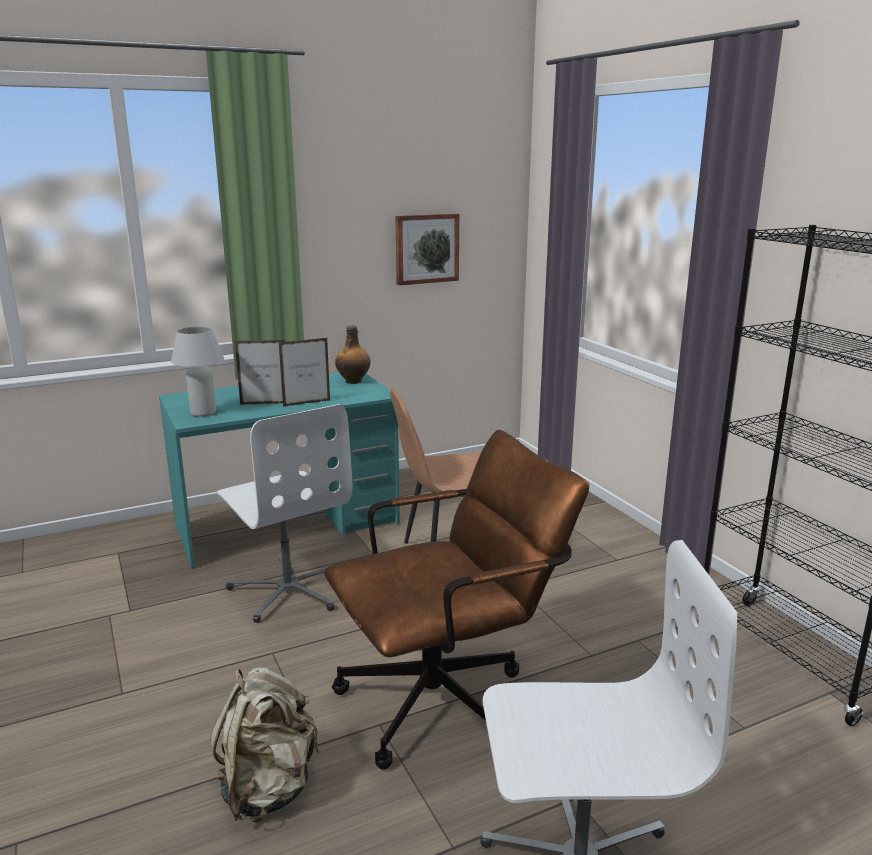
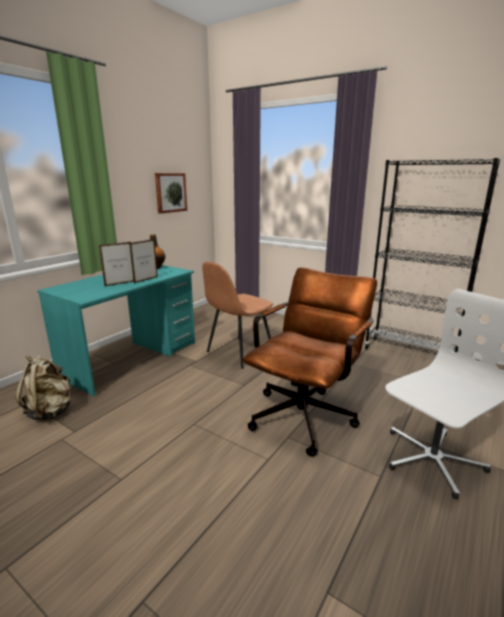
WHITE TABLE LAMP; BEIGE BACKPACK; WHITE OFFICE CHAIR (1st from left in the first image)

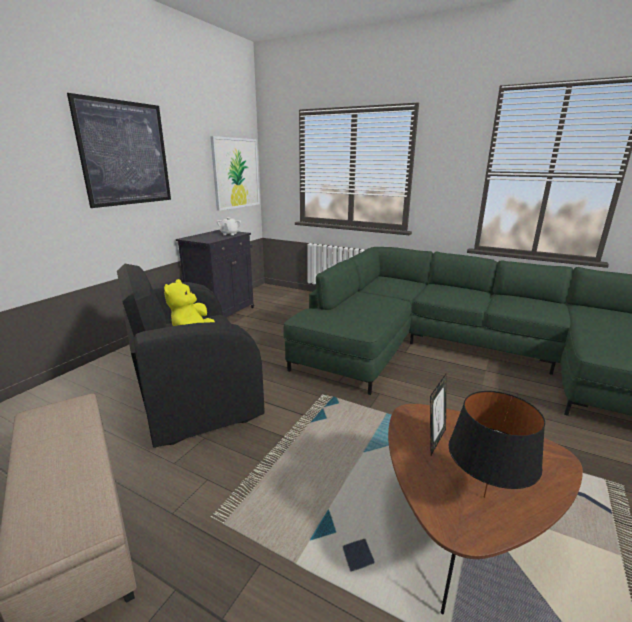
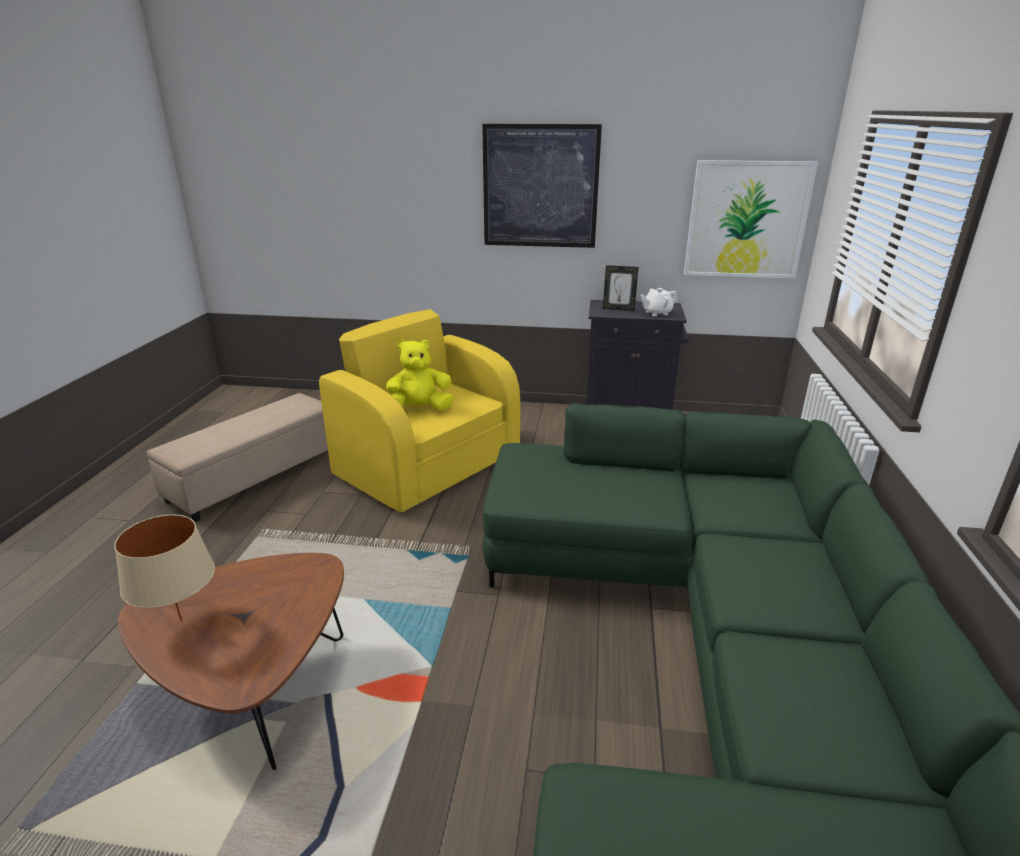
YELLOW ARMCHAIR; PICTURE FRAME; BEIGE TABLE LAMP

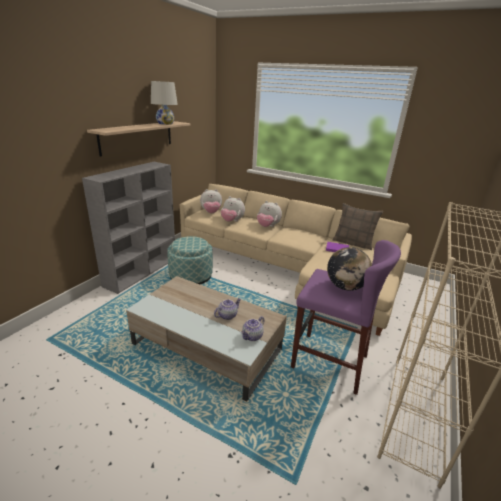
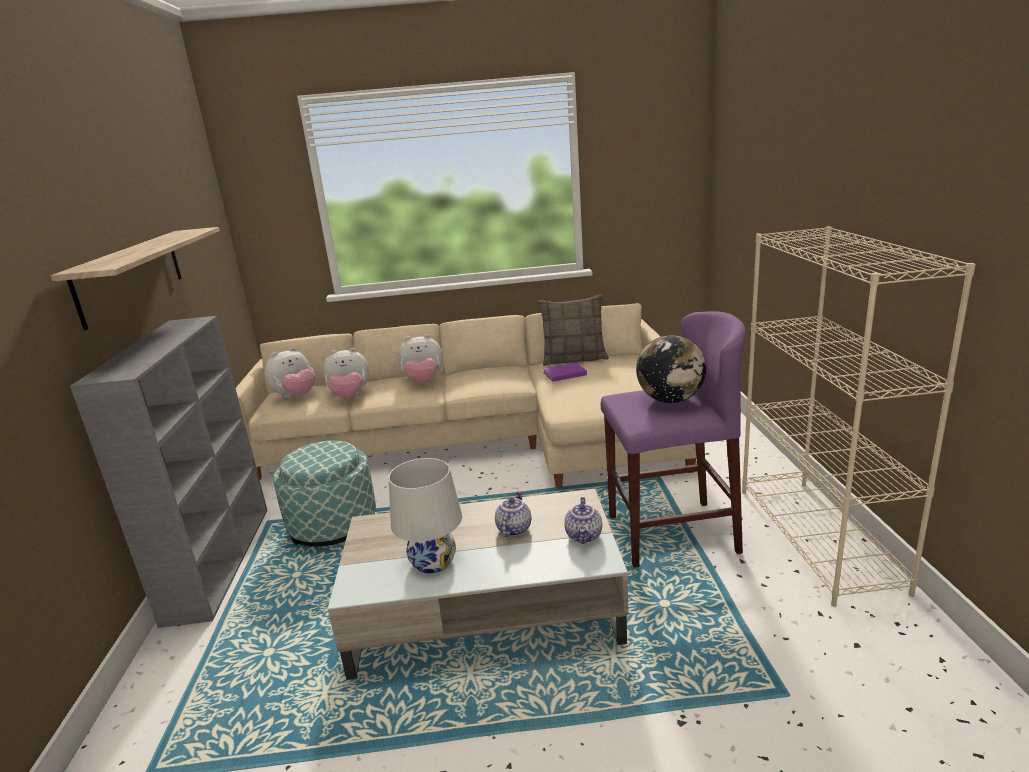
WHITE TABLE LAMP

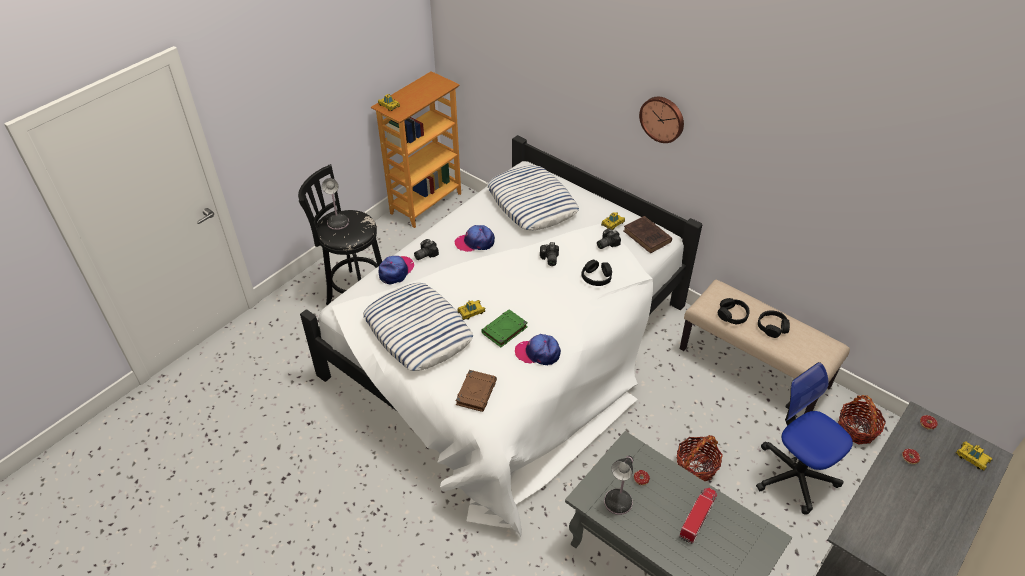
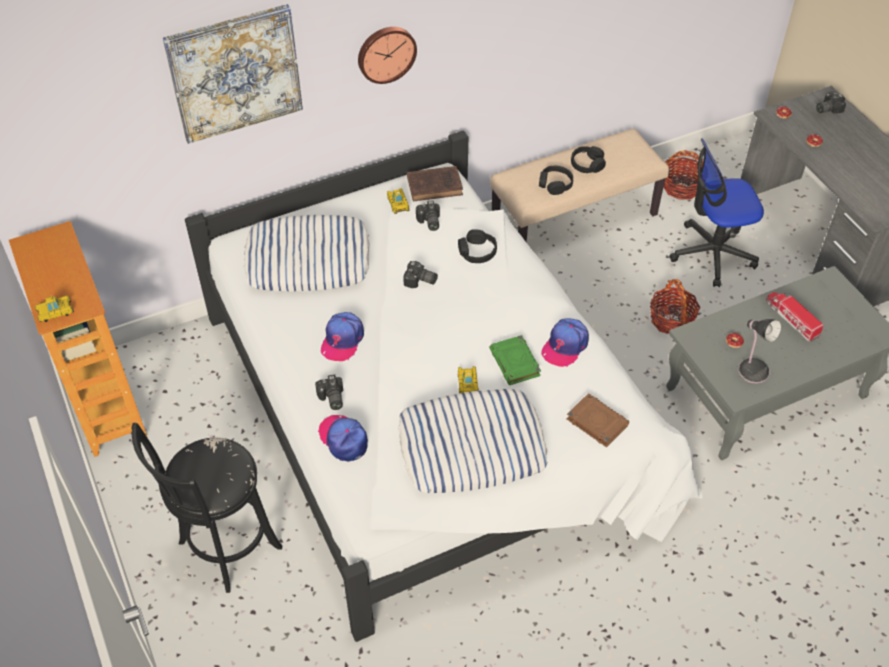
TABLE LAMP (1st from left in the first image); PHOTO CAMERA (4th from left); PICTURE

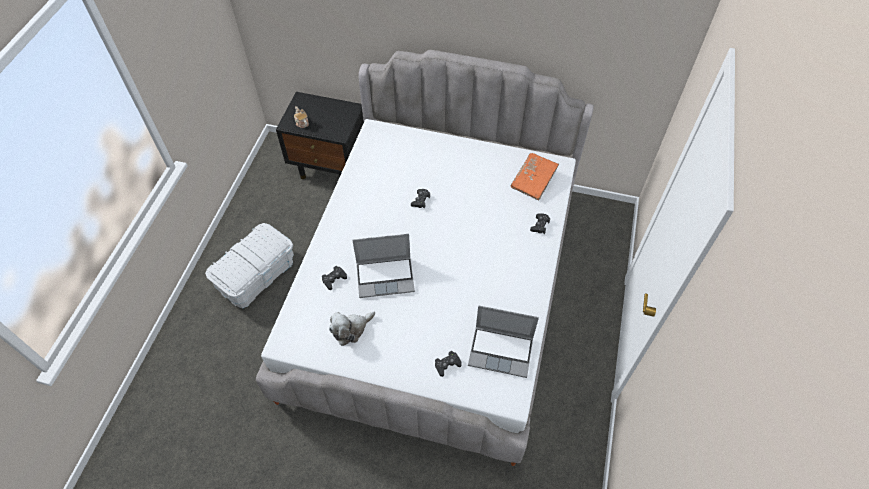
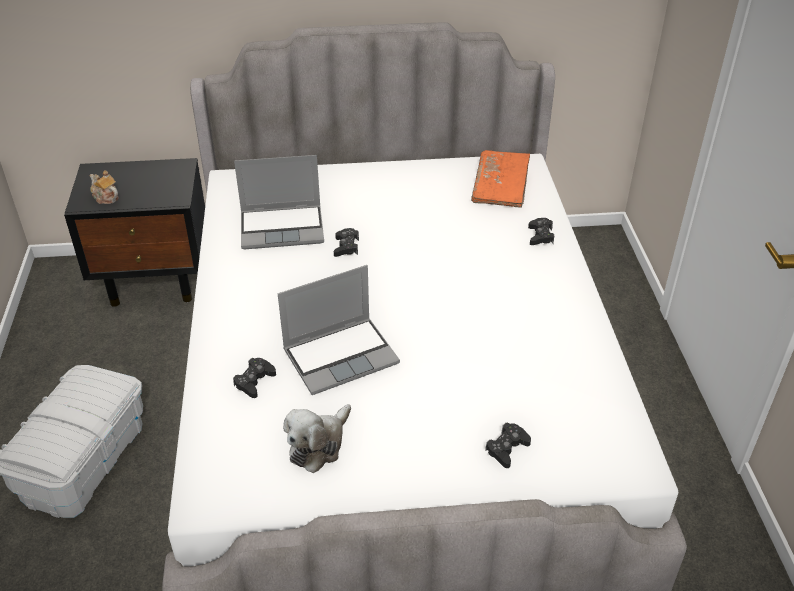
LAPTOP (1st from left)

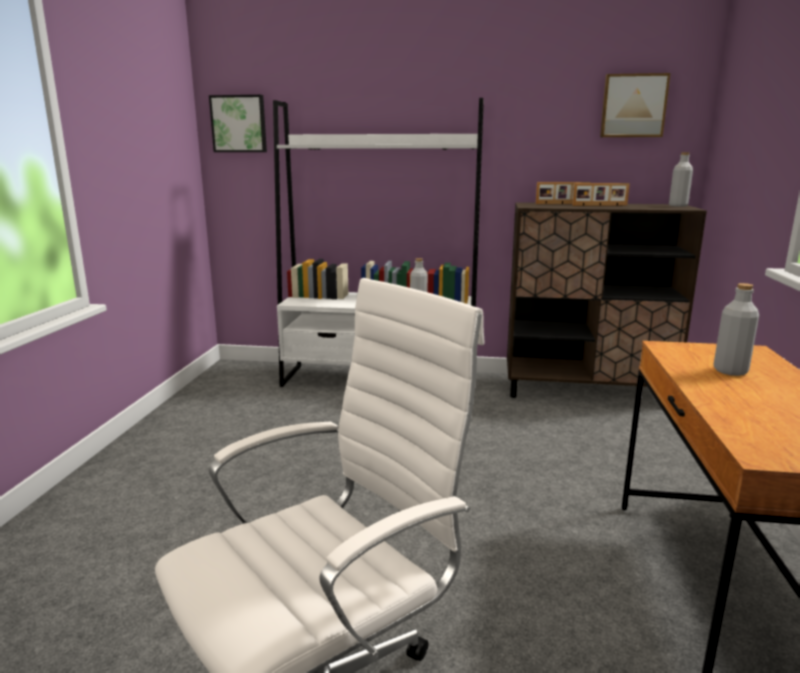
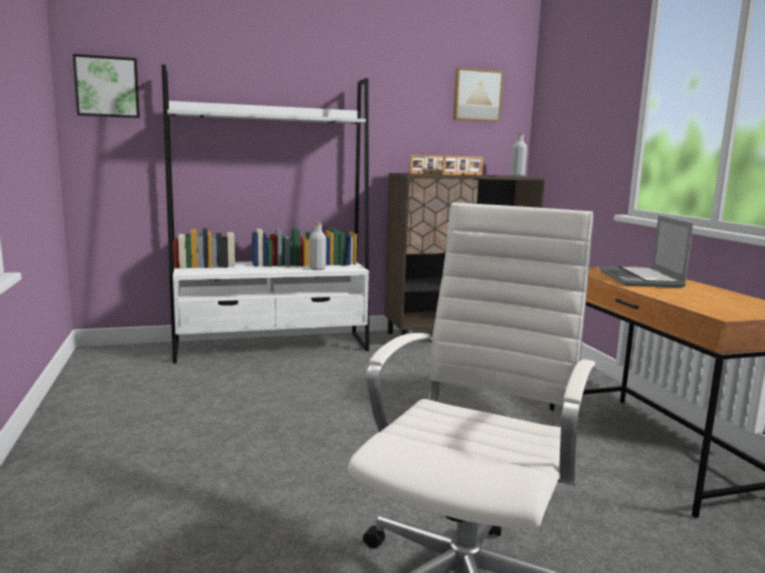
LAPTOP

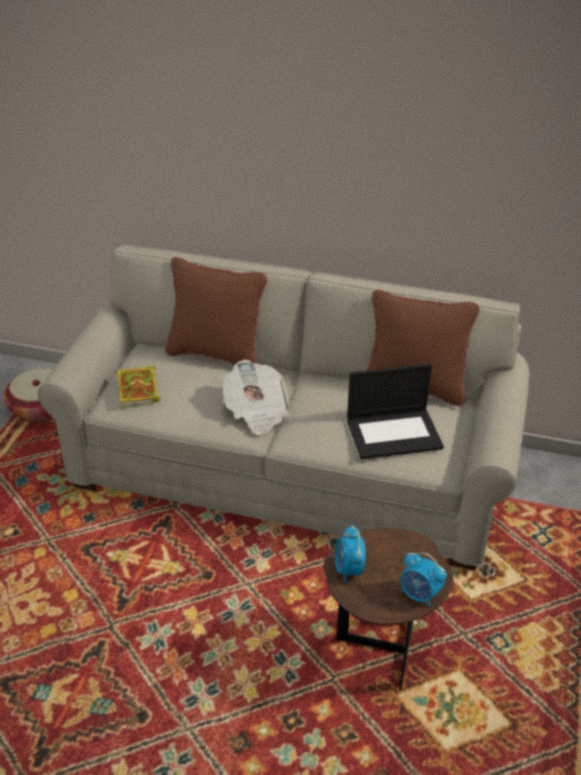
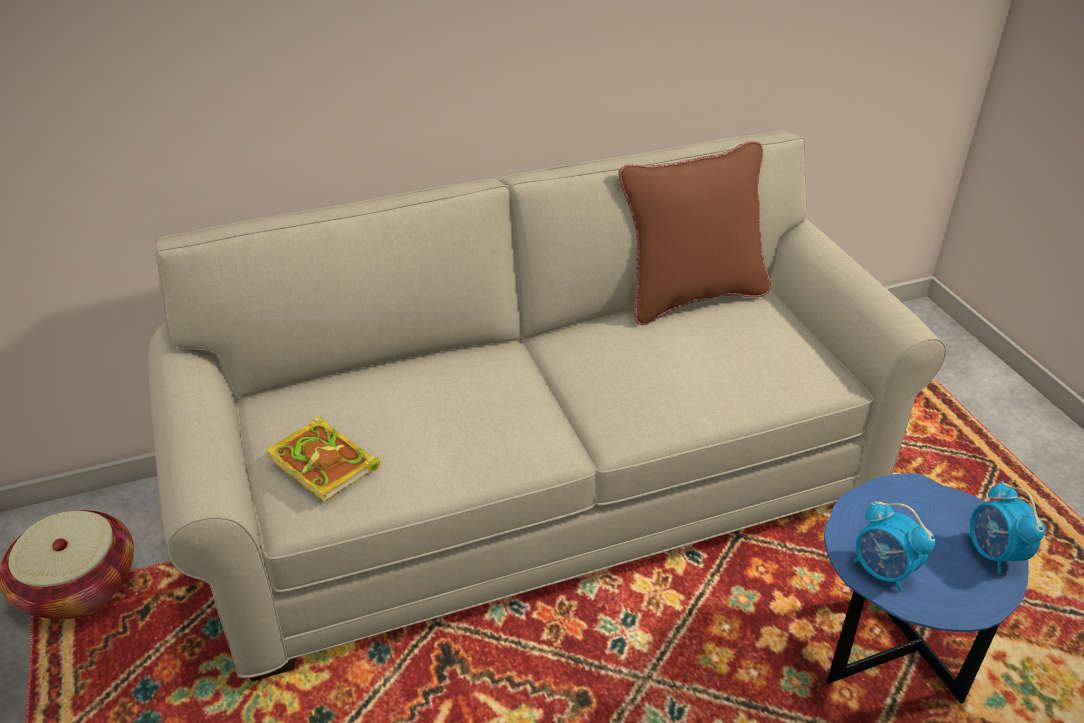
BROWN PILLOW (1st from left in the first image); NEWSPAPER; BLUE SIDE TABLE; LAPTOP; ALARM CLOCK (2nd from left)

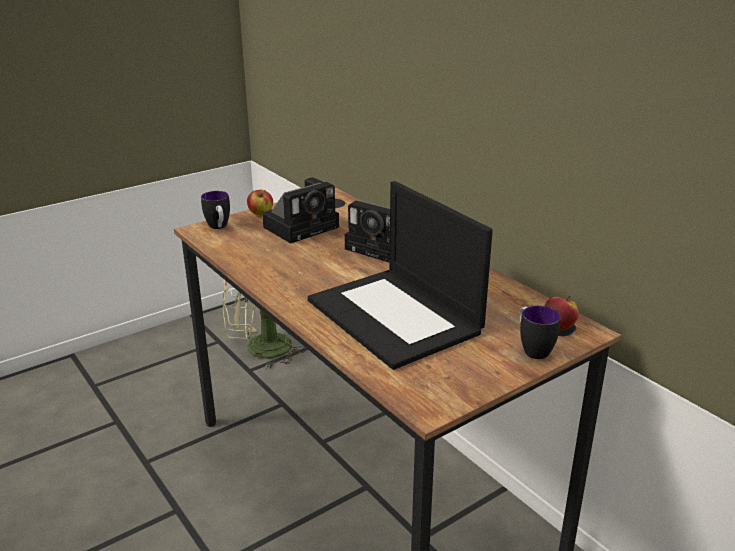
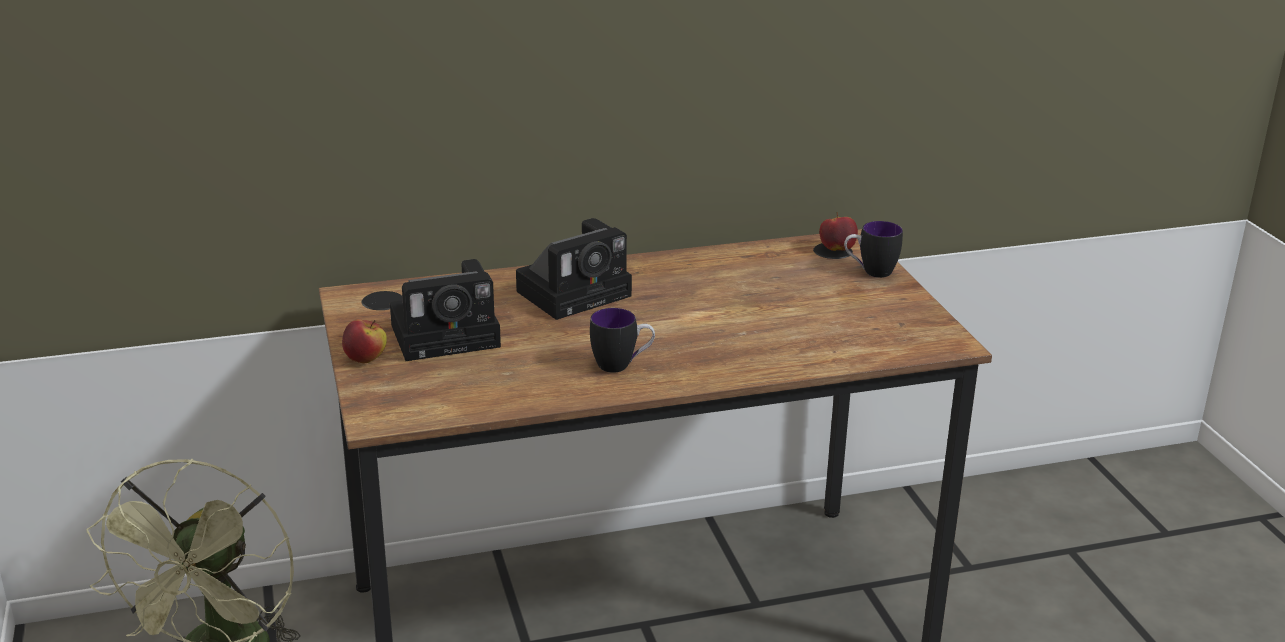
MUG (1st from left); PHOTO CAMERA (1st from left); LAPTOP

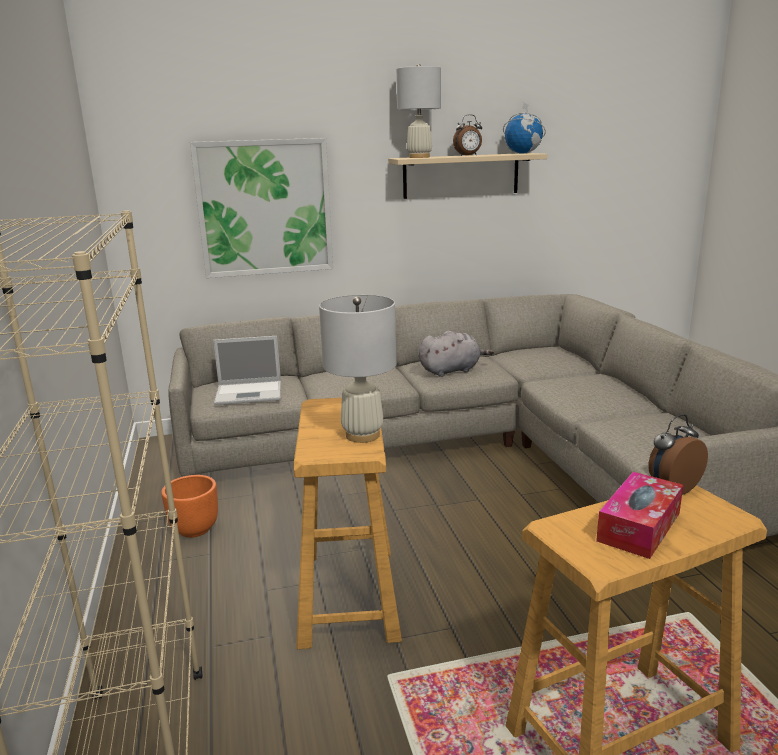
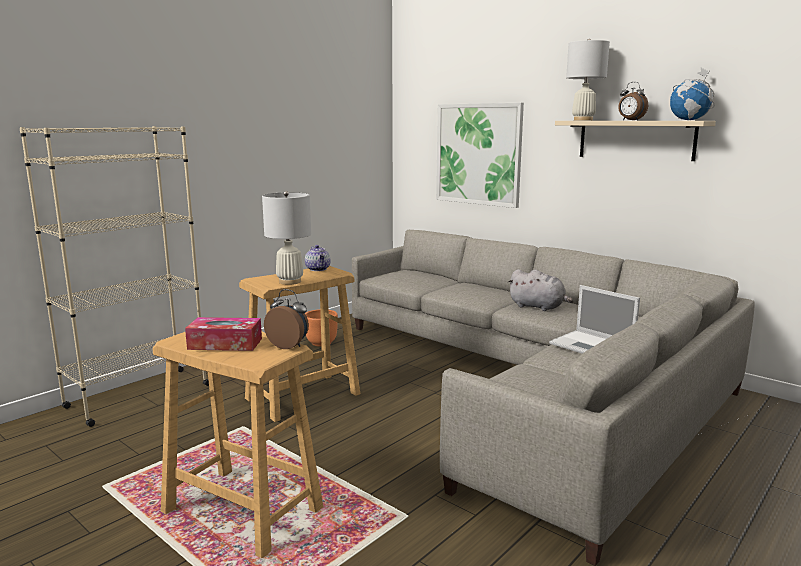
LAPTOP; TEAPOT

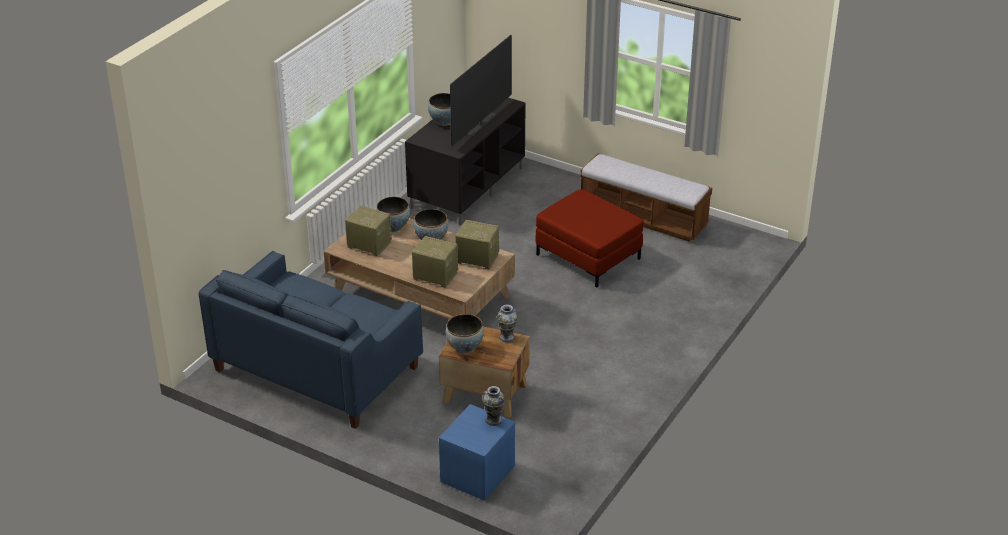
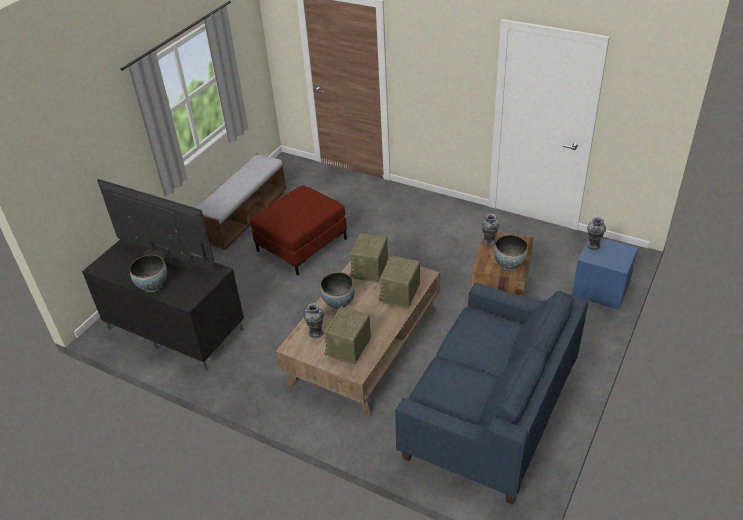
VASE (1st from left)

